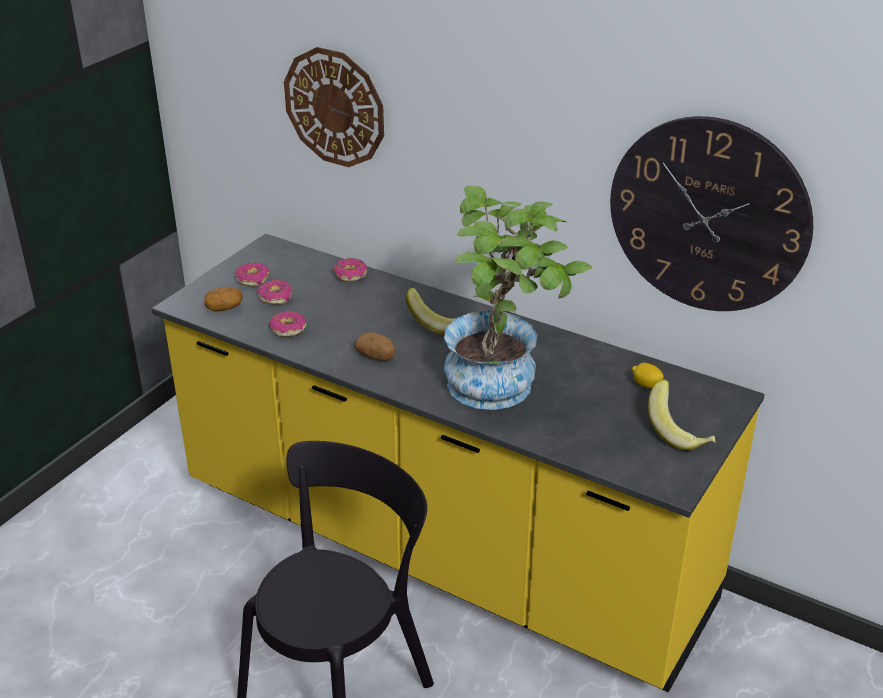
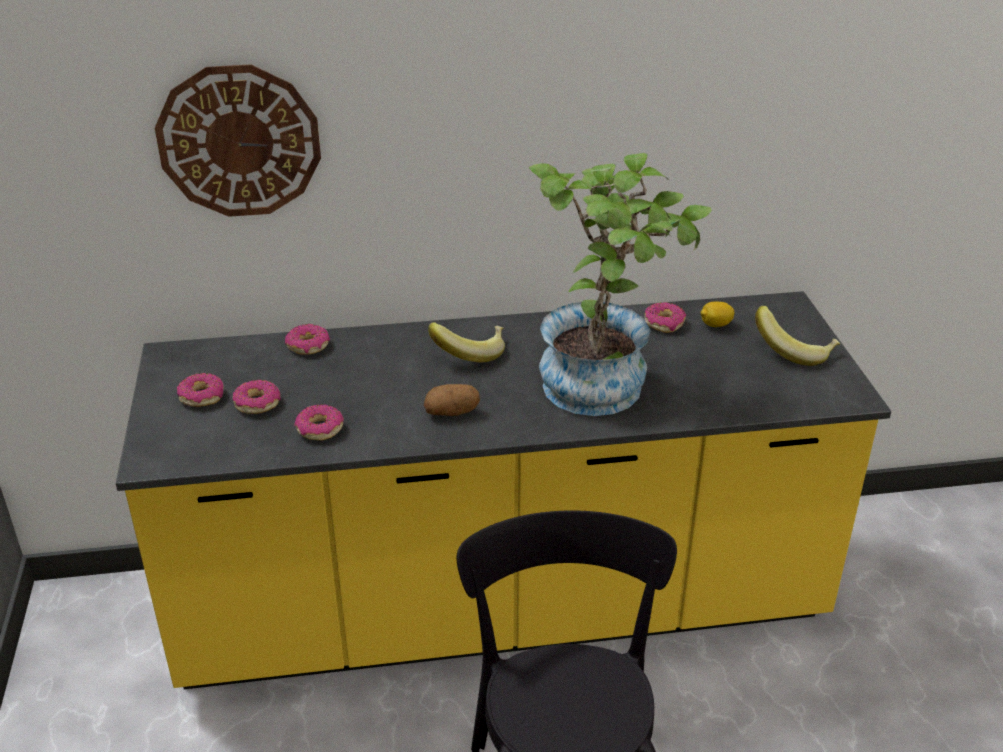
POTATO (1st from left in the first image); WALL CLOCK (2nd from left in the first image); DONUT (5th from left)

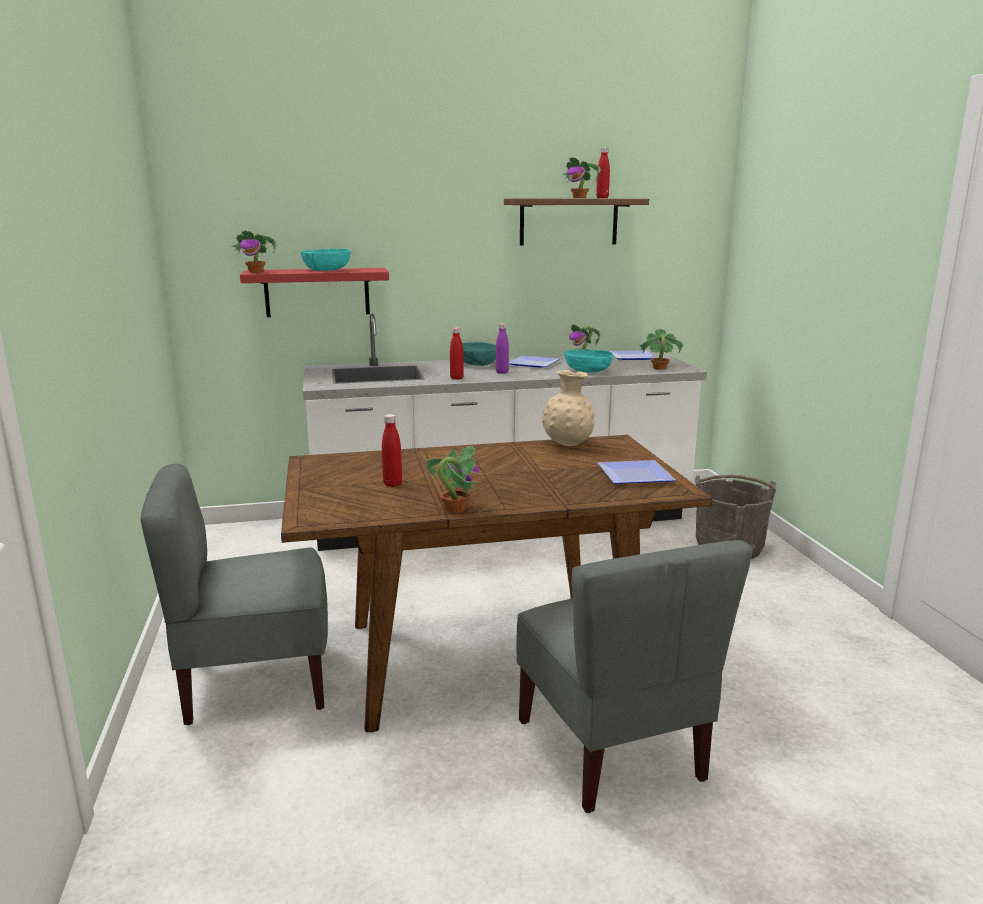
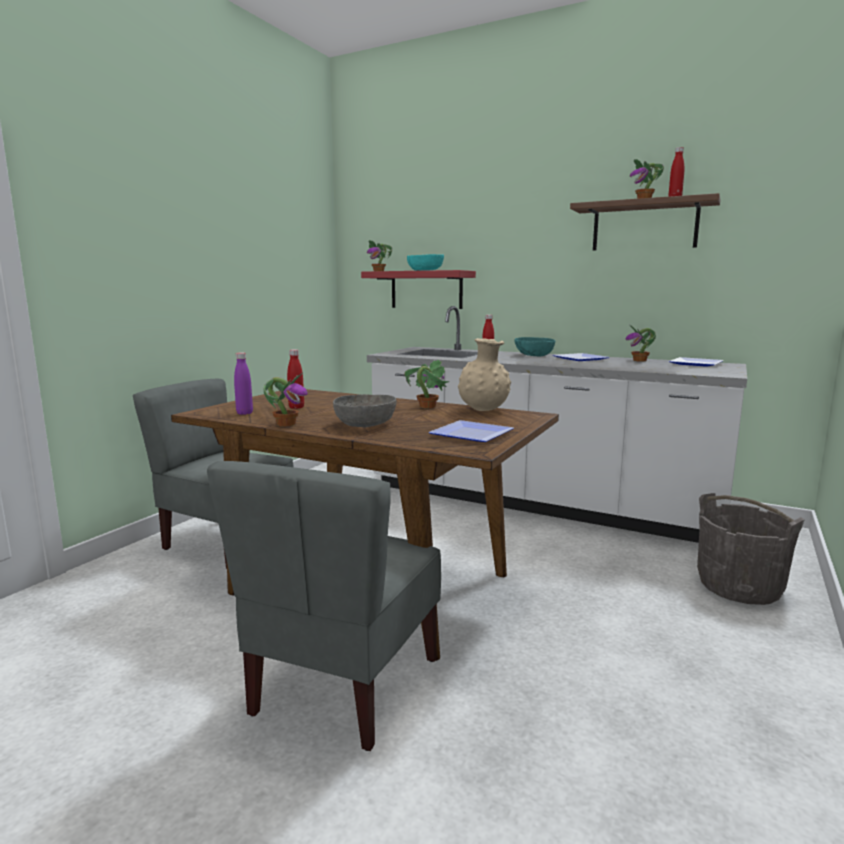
PURPLE BOTTLE; TURQUOISE BOWL (3rd from left in the first image); POTTED PLANT (3rd from left); GREY BOWL

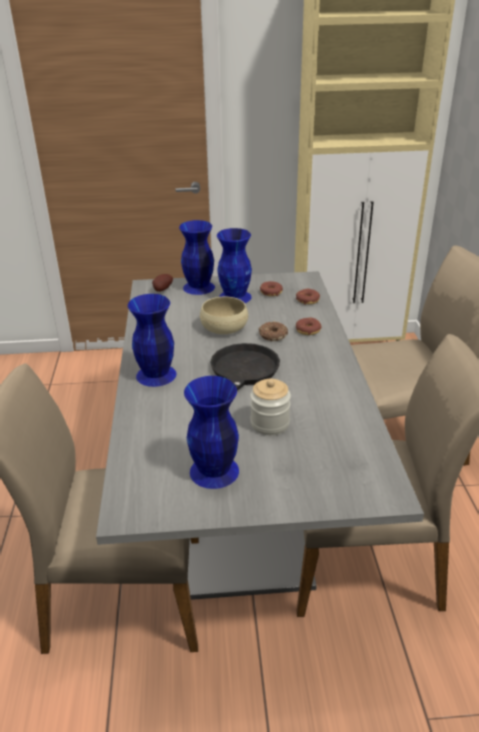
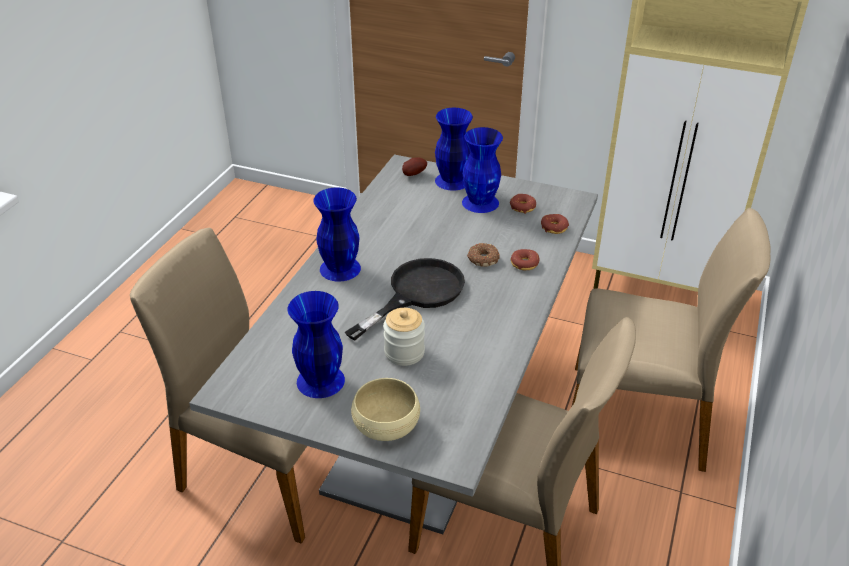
BEIGE BOWL

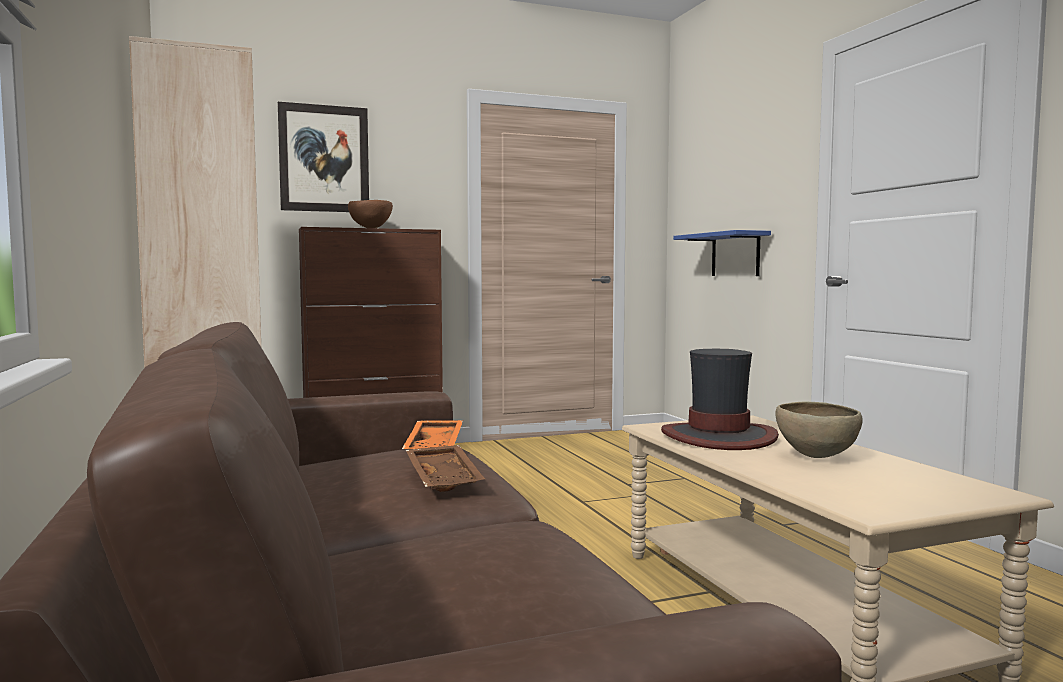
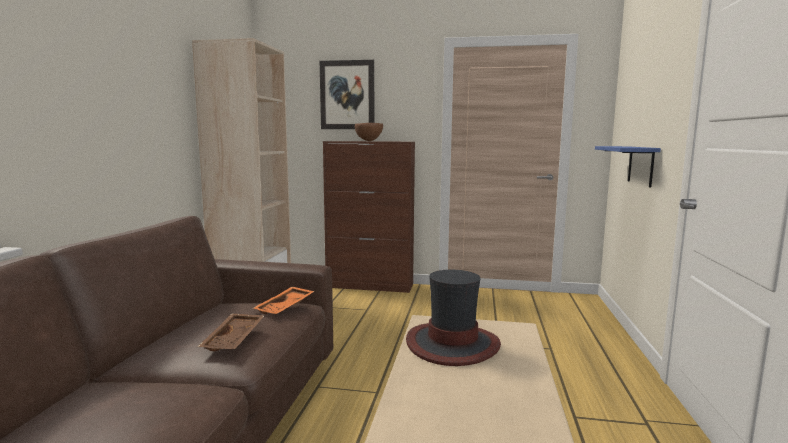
BROWN BOWL (2nd from left in the first image)

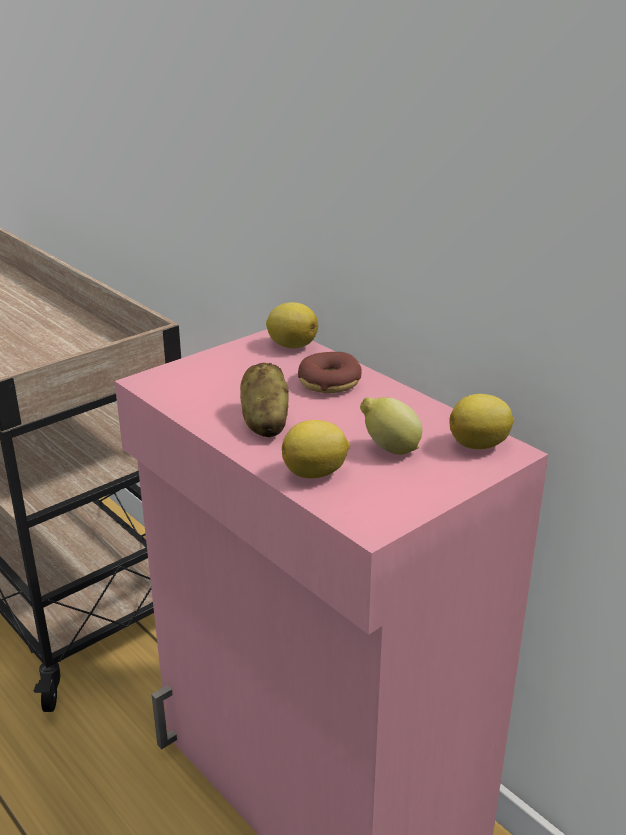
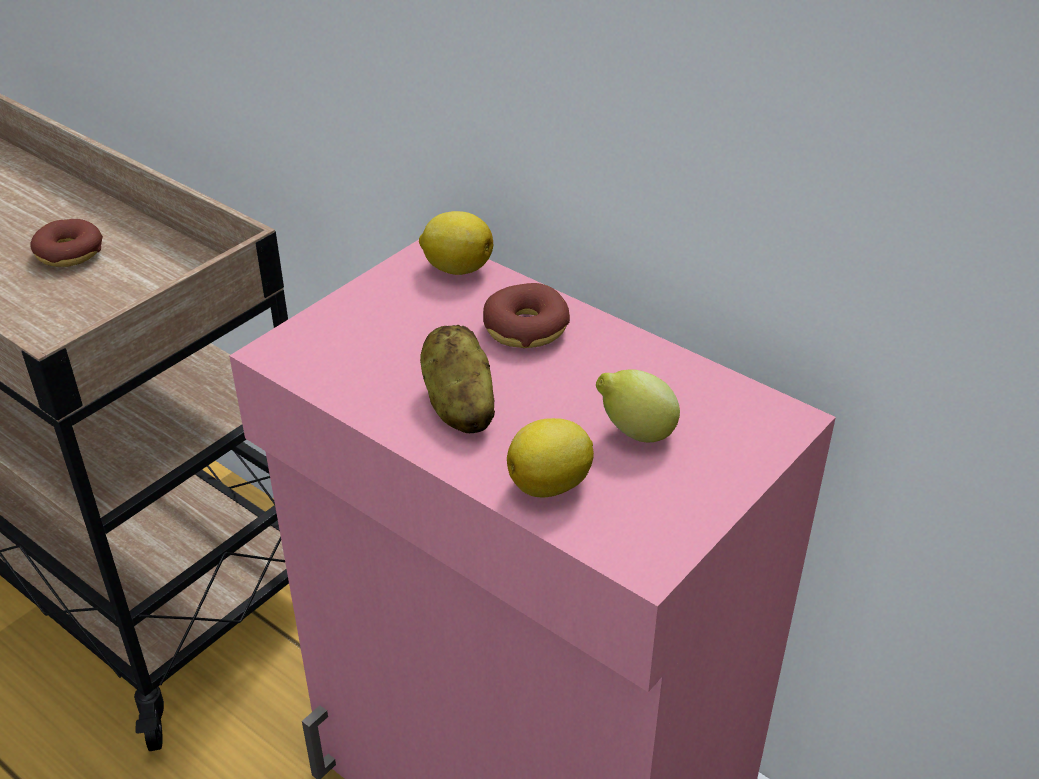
LEMON (4th from left in the first image); DONUT (1st from left)

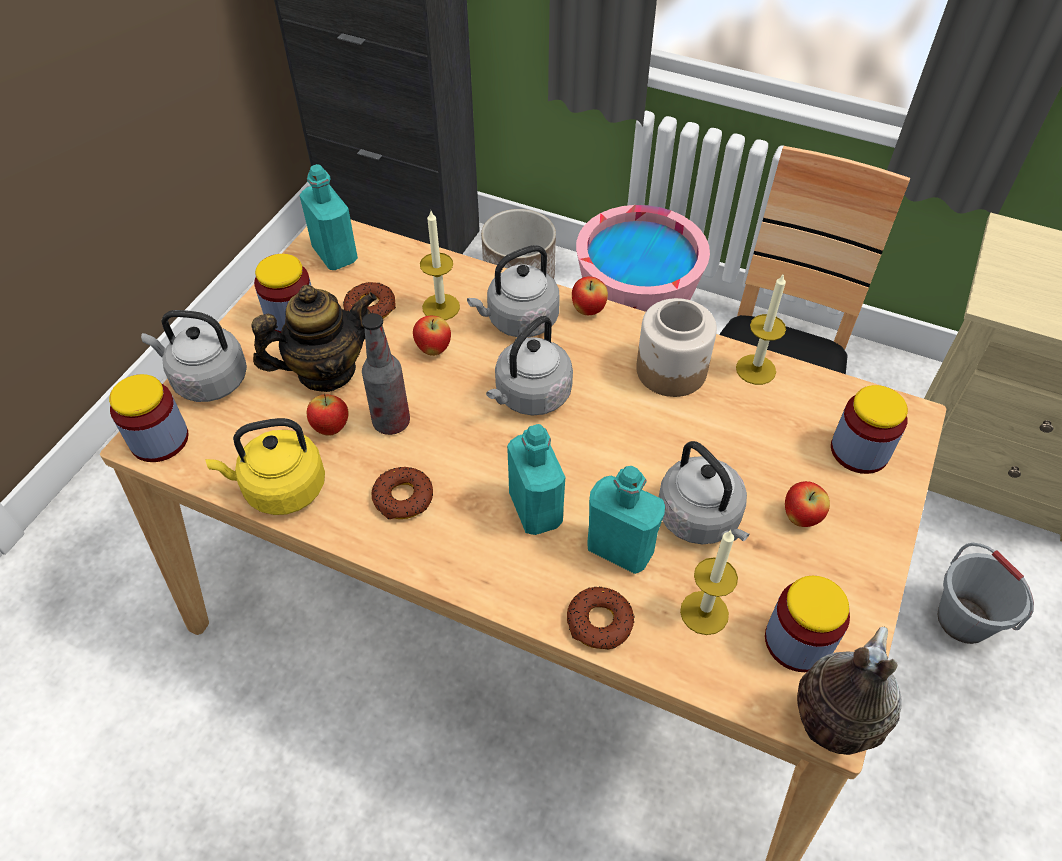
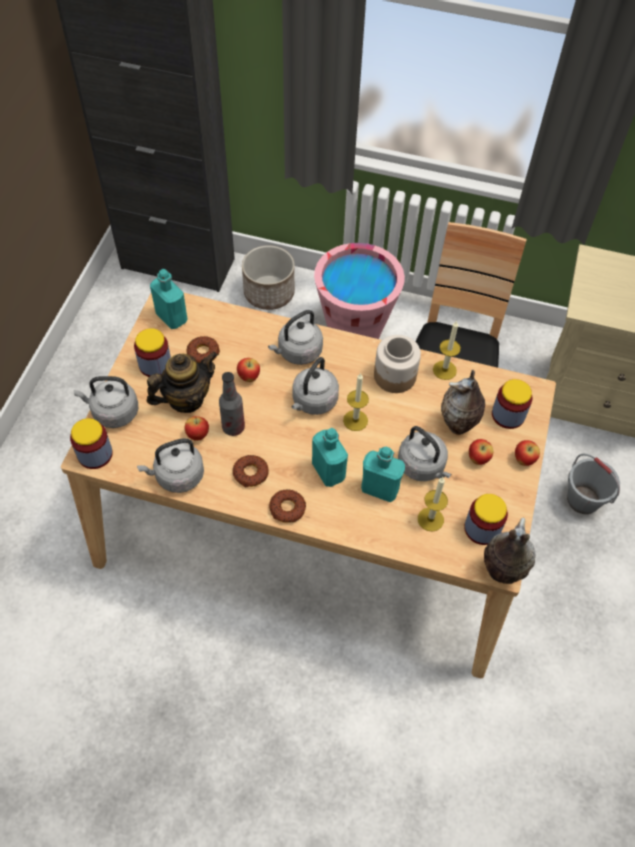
GREY KETTLE (2nd from left); CANDLE (1st from left); DONUT (3rd from left); APPLE (4th from left); VASE (1st from left)

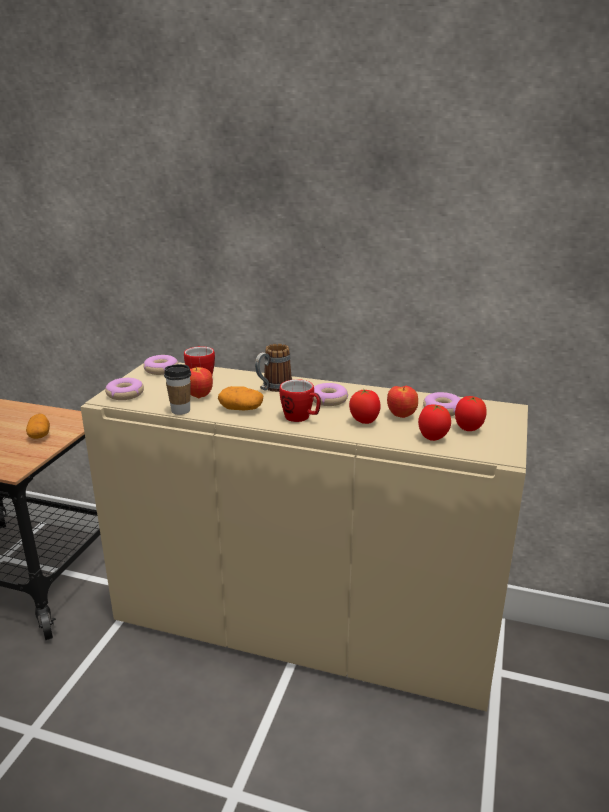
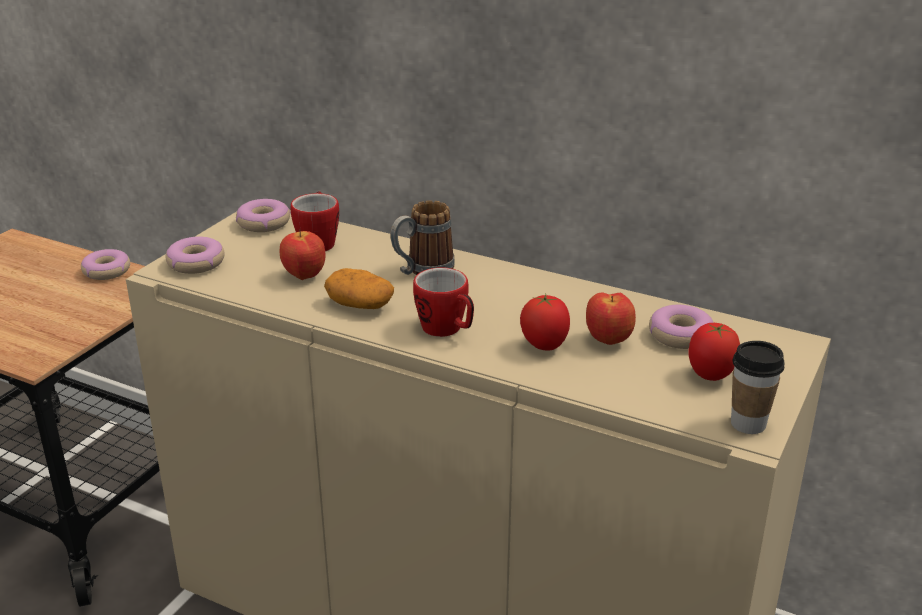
POTATO (1st from left in the first image); CUP; DONUT (1st from left); TOMATO (2nd from left in the first image)

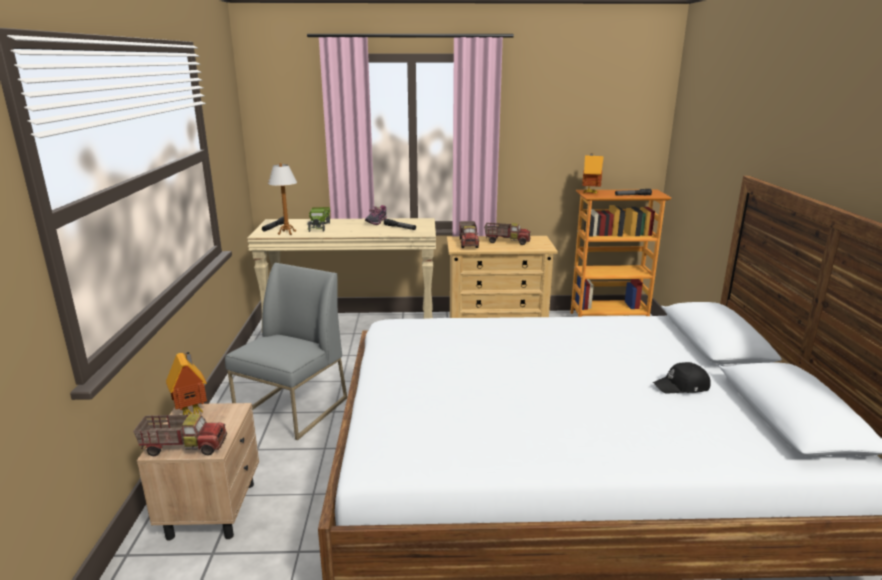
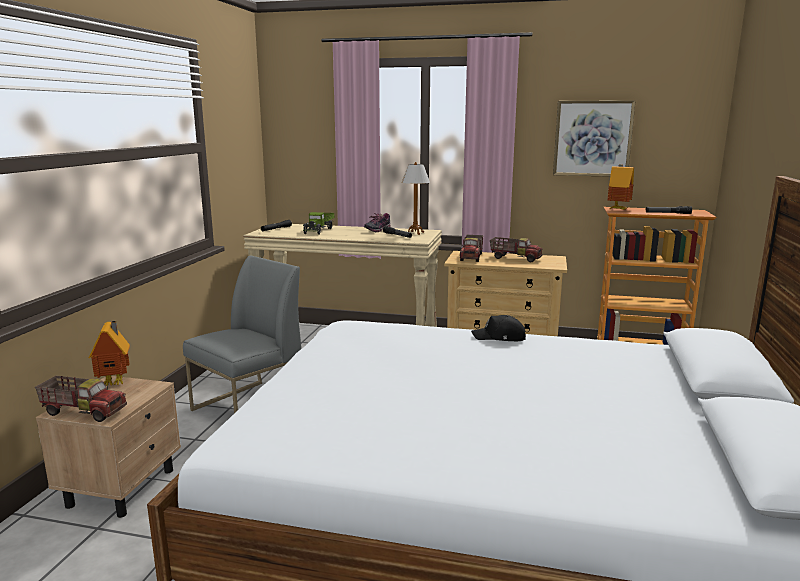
TABLE LAMP; BLACK CAP; PICTURE

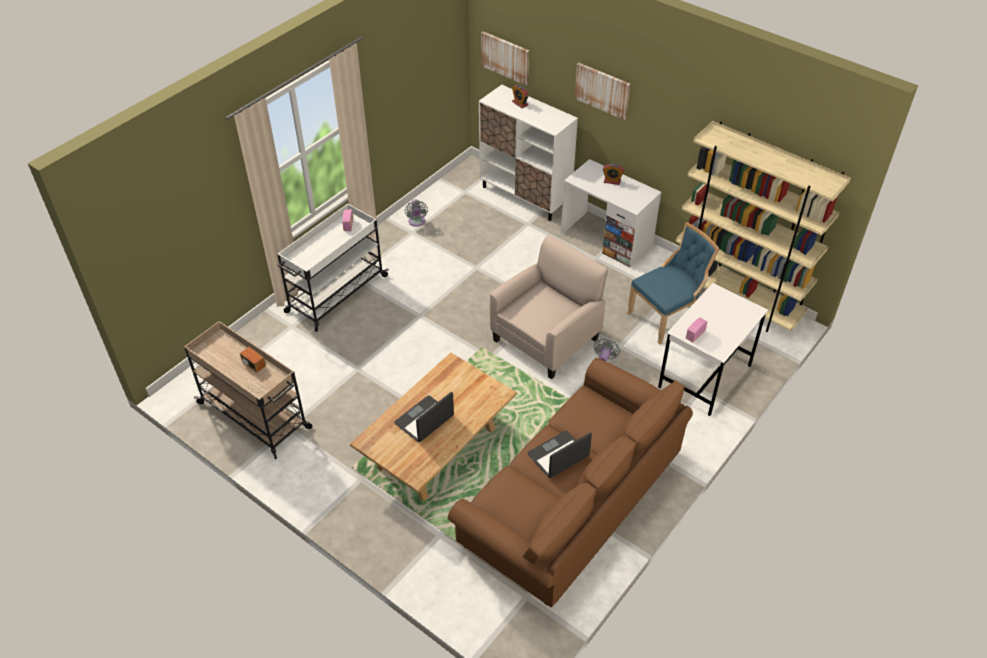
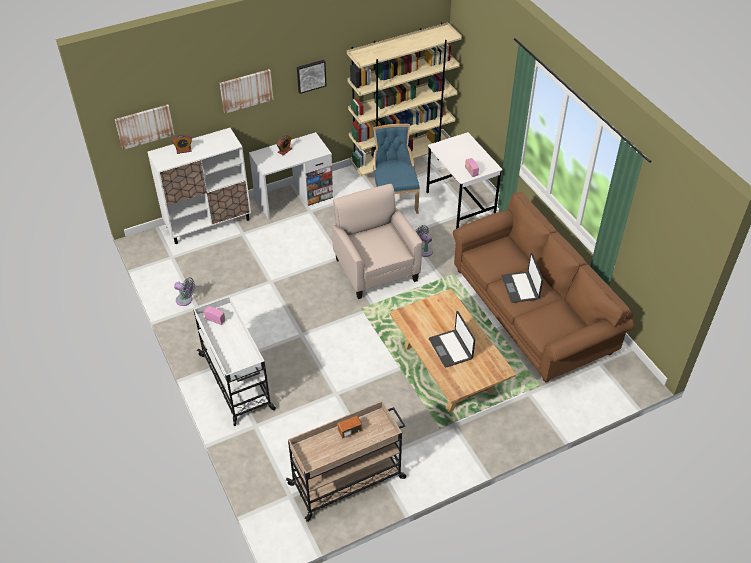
PICTURE (3rd from left)

